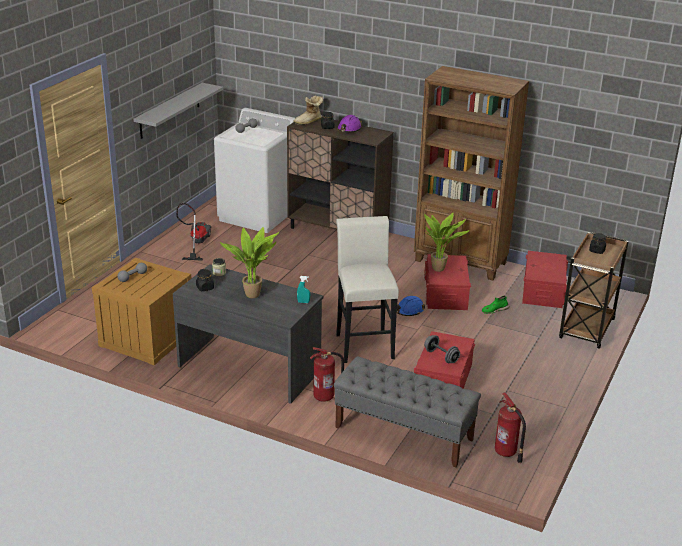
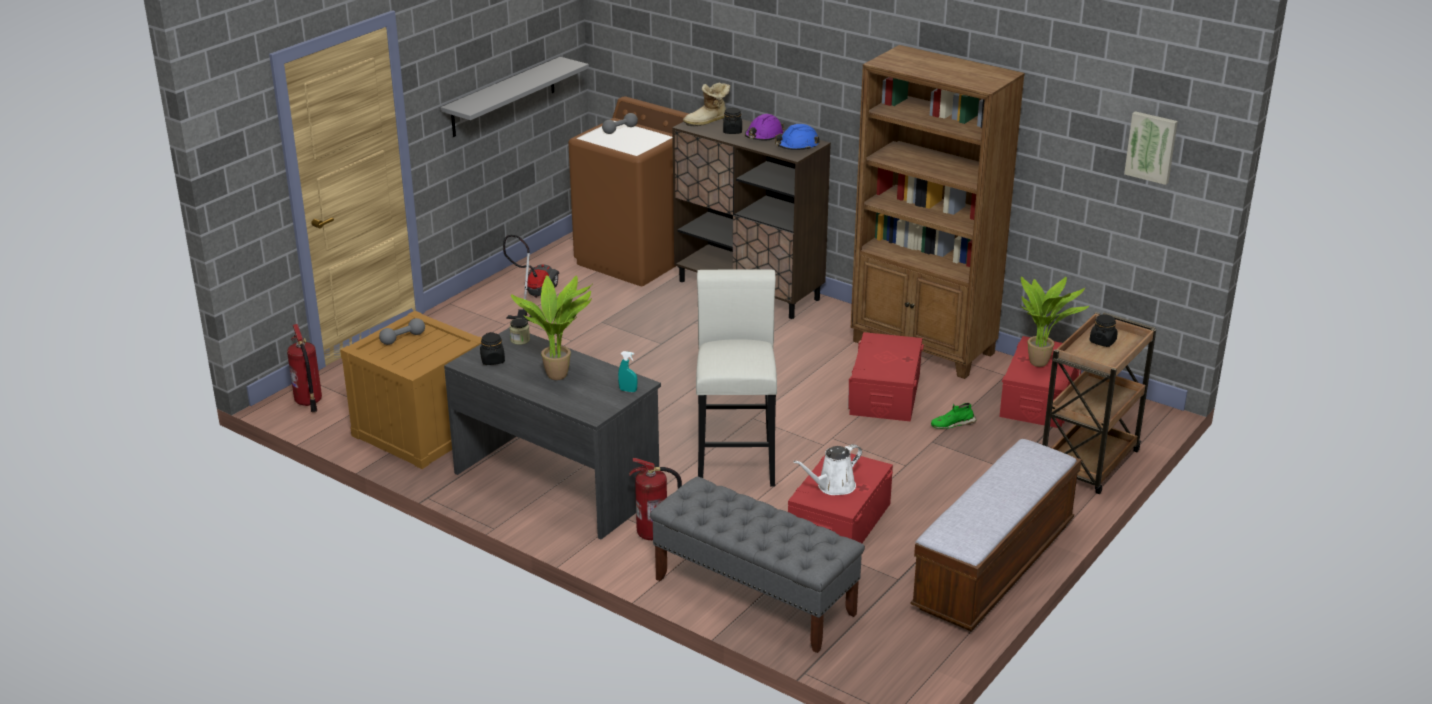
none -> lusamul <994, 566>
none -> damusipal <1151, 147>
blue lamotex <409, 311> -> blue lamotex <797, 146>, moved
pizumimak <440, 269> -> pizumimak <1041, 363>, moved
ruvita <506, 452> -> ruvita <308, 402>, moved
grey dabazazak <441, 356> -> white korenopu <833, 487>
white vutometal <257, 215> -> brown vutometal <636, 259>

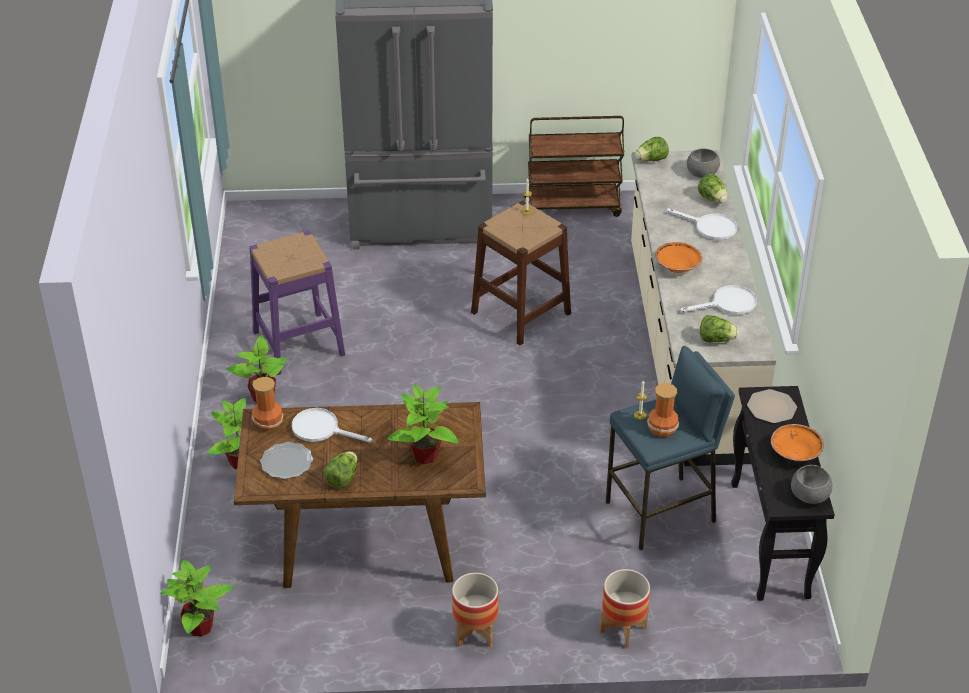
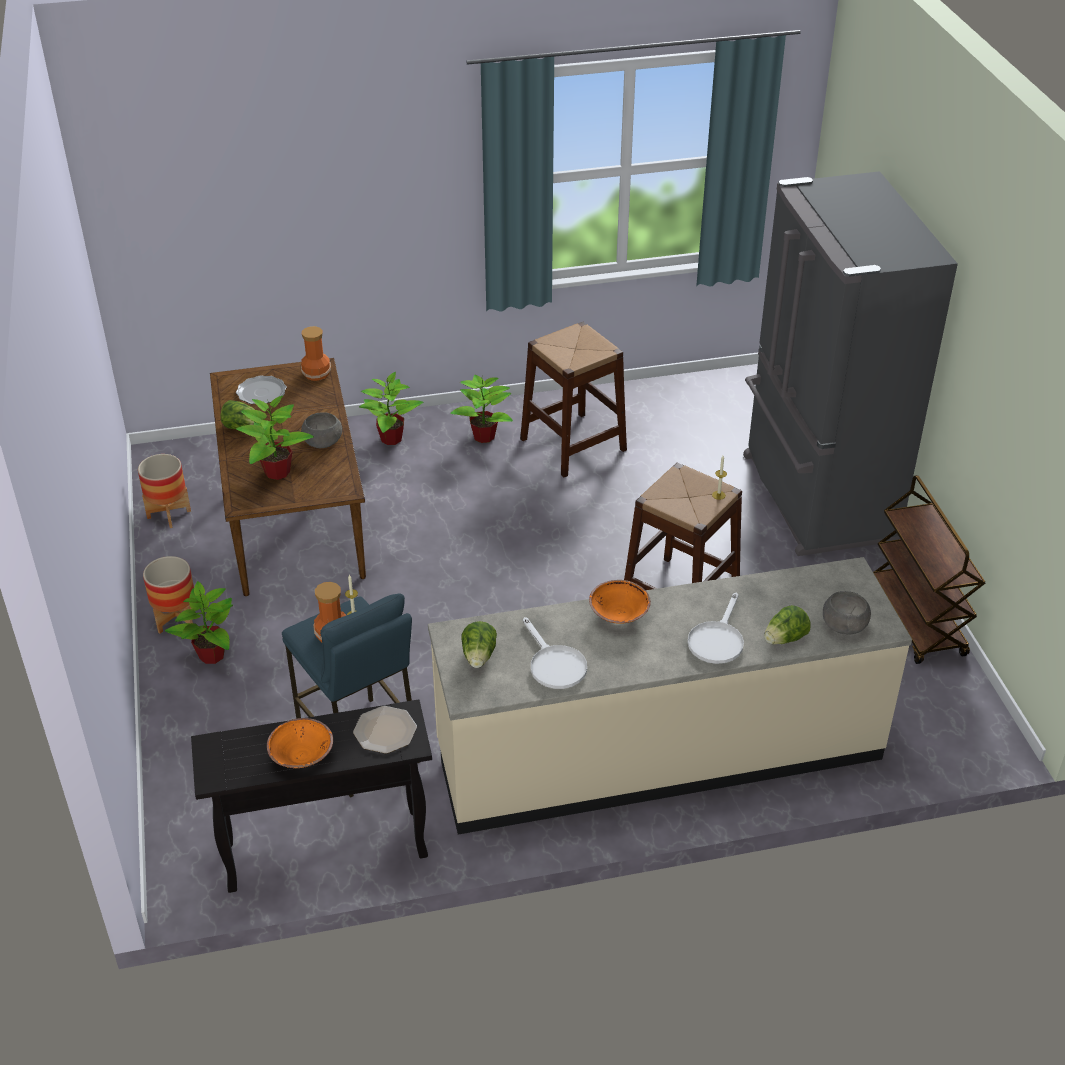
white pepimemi <322, 429> -> none
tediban <651, 160> -> none
pizumimak <200, 627> -> pizumimak <211, 656>, moved
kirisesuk <623, 629> -> kirisesuk <169, 514>, moved
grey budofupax <809, 494> -> grey budofupax <323, 441>, moved
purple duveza <299, 343> -> brown duveza <573, 444>

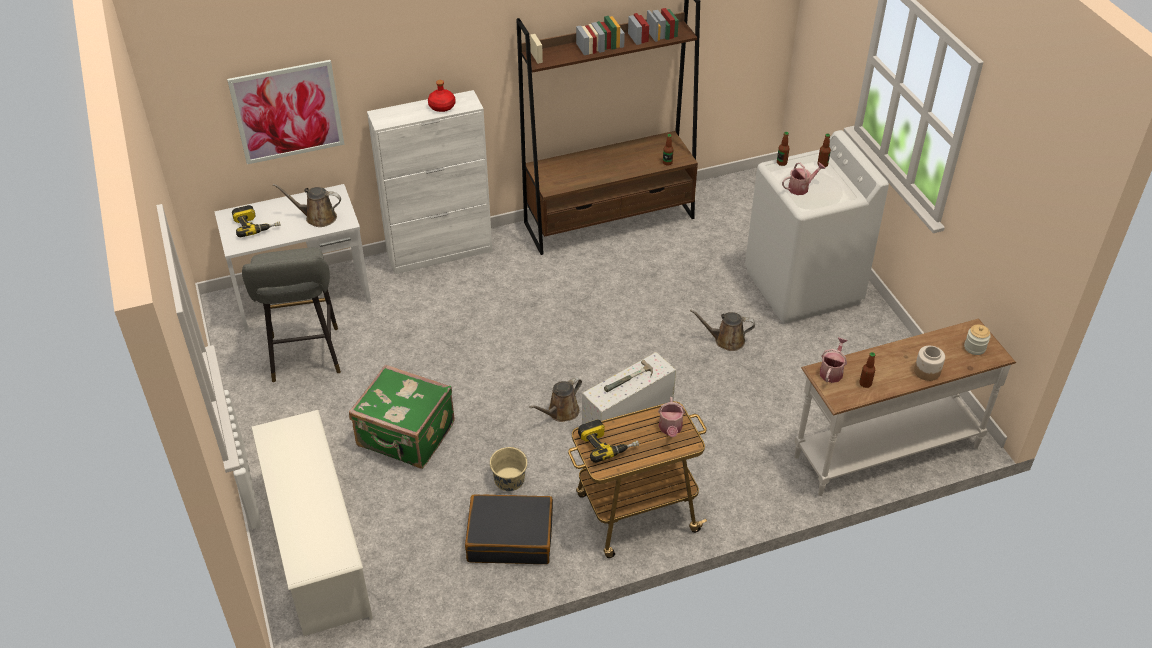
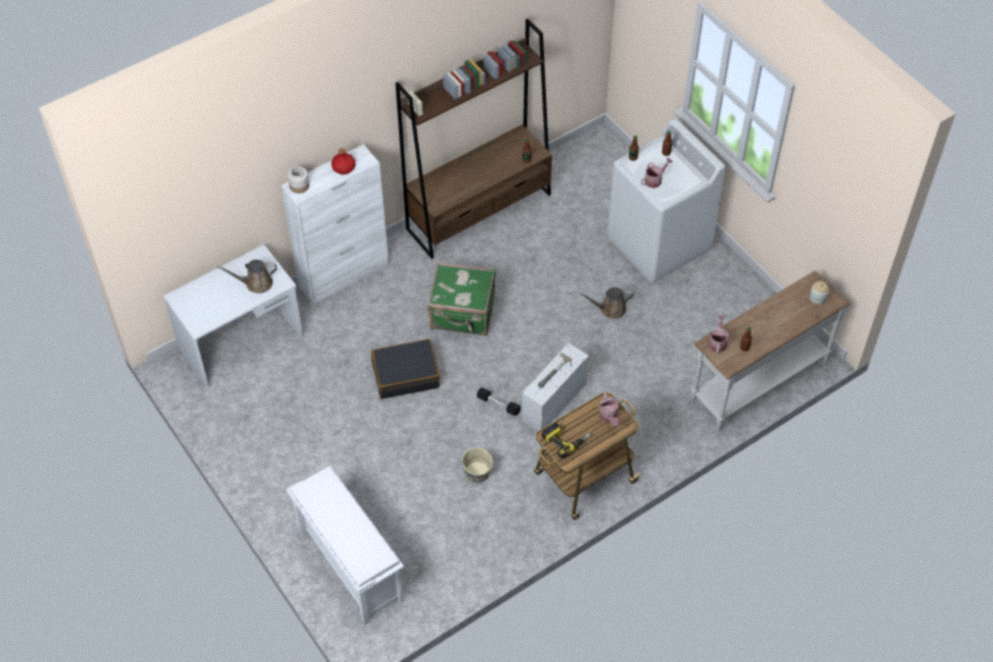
damusipal <287, 112> -> none
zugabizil <256, 225> -> none
grey duveza <305, 358> -> none
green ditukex <405, 436> -> green ditukex <463, 313>, moved
black ditukex <510, 537> -> black ditukex <405, 374>, moved
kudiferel <927, 371> -> kudiferel <299, 186>, moved
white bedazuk <318, 549> -> white lusamul <349, 565>
brown korenopu <561, 412> -> black dabazazak <498, 404>

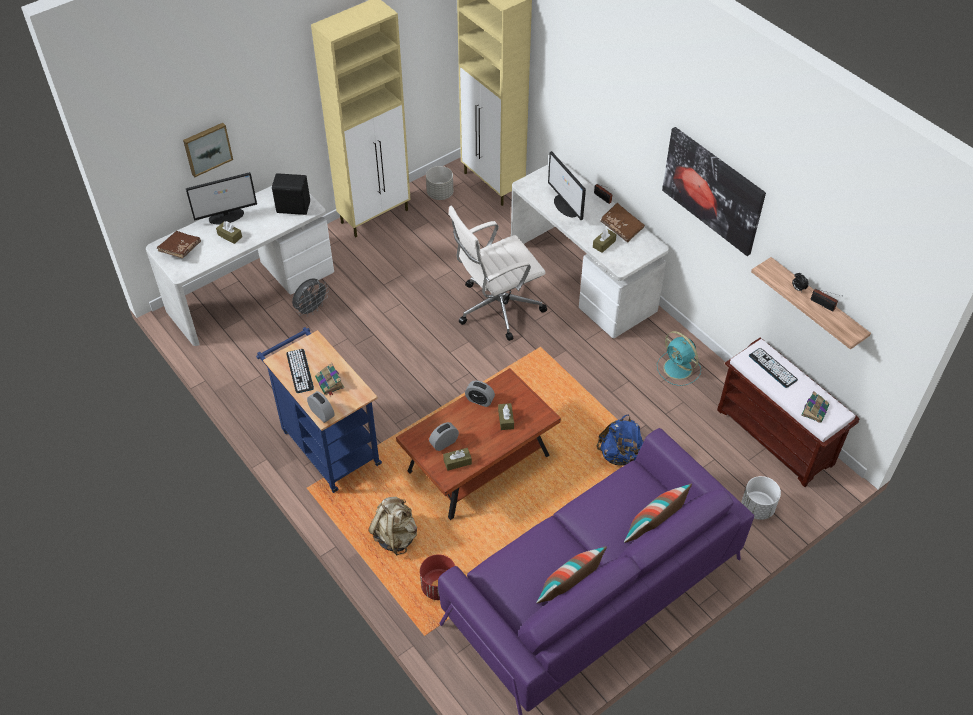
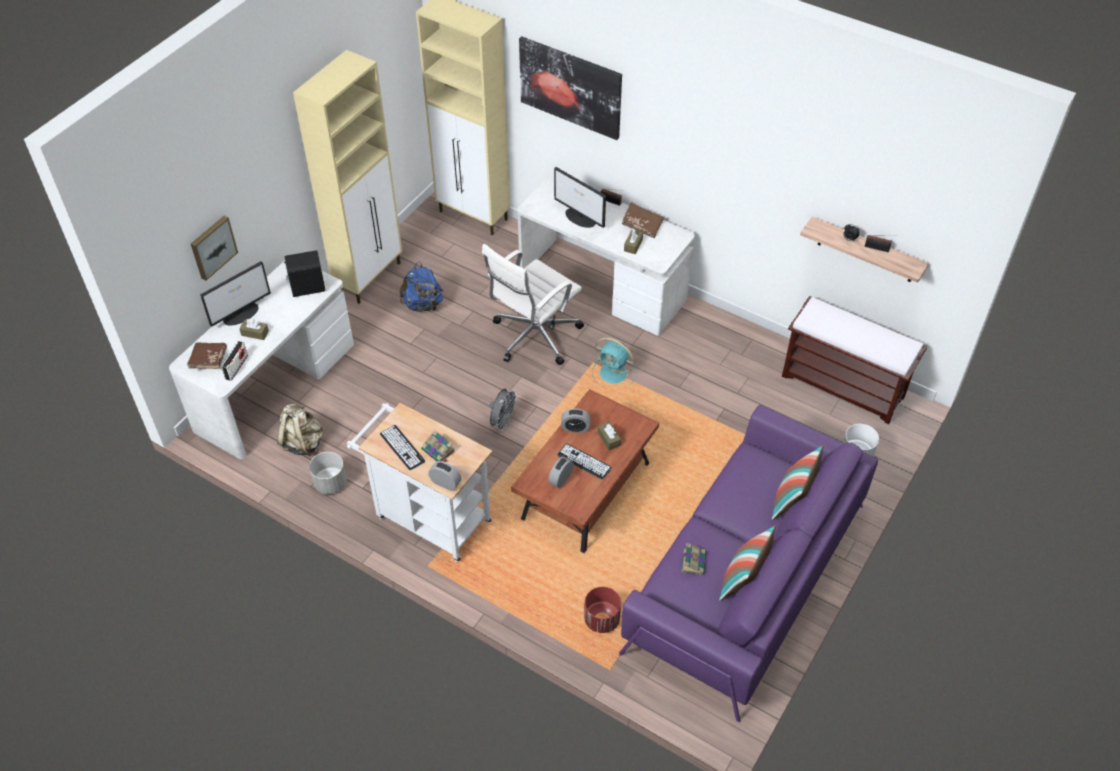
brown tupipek <457, 462> -> none
none -> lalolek <236, 367>
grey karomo <311, 309> -> grey karomo <503, 422>, moved
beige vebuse <395, 536> -> beige vebuse <303, 443>, moved
grey kirisesuk <440, 194> -> grey kirisesuk <330, 483>, moved
blue vebuse <620, 456> -> blue vebuse <423, 304>, moved
turquoise karomo <679, 369> -> turquoise karomo <614, 374>, moved
damusipal <713, 190> -> damusipal <570, 87>, moved
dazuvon <772, 368> -> dazuvon <584, 461>, moved
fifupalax <815, 410> -> fifupalax <693, 562>, moved
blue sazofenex <327, 444> -> white sazofenex <428, 517>

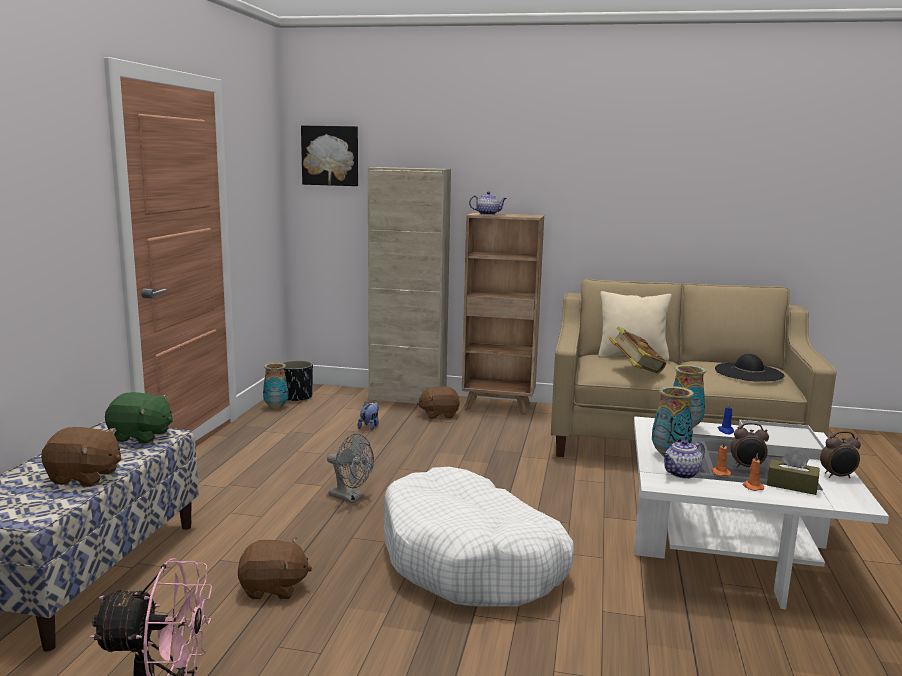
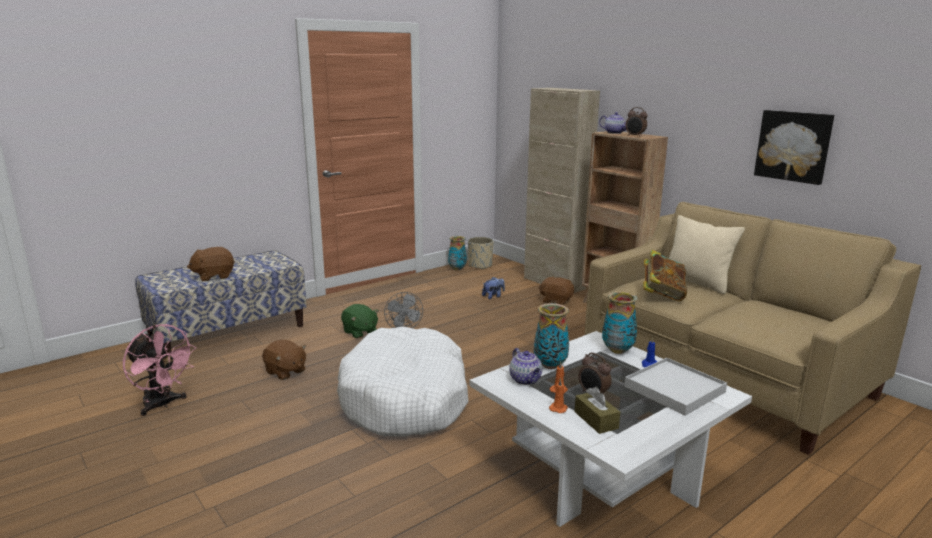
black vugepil <749, 372> -> none
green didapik <141, 436> -> green didapik <360, 332>, moved
damusipal <330, 155> -> damusipal <793, 146>, moved
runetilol <837, 476> -> runetilol <635, 136>, moved
black kirisesuk <296, 397> -> beige kirisesuk <480, 265>
brown didapik <84, 477> -> brown didapik <214, 276>, 105 degrees clockwise
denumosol <681, 474> -> denumosol <526, 380>, 120 degrees counterclockwise

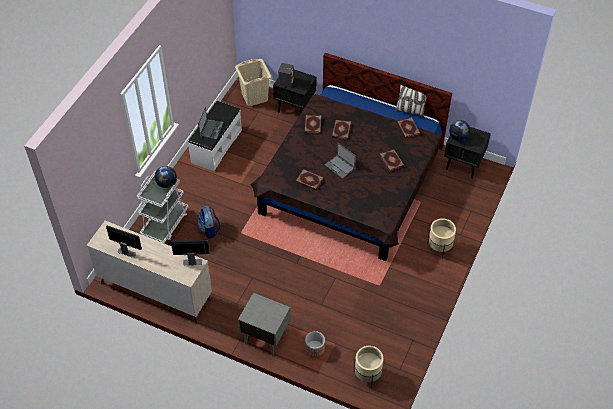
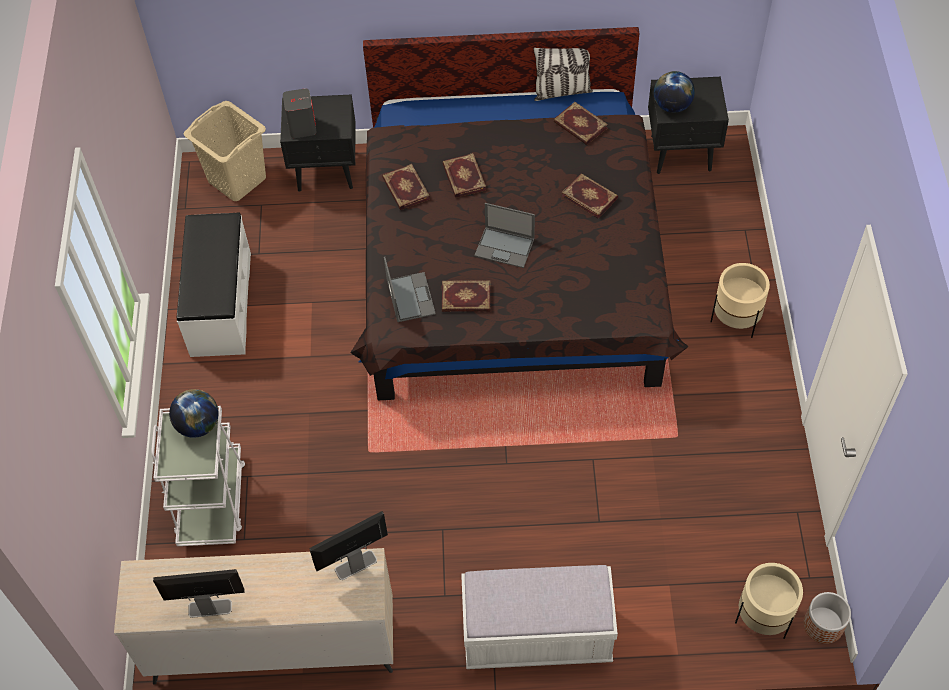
vebuse <209, 229> -> none
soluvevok <211, 129> -> soluvevok <410, 297>, moved
kirisesuk <314, 348> -> kirisesuk <823, 625>, moved
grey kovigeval <265, 337> -> white lusamul <537, 636>

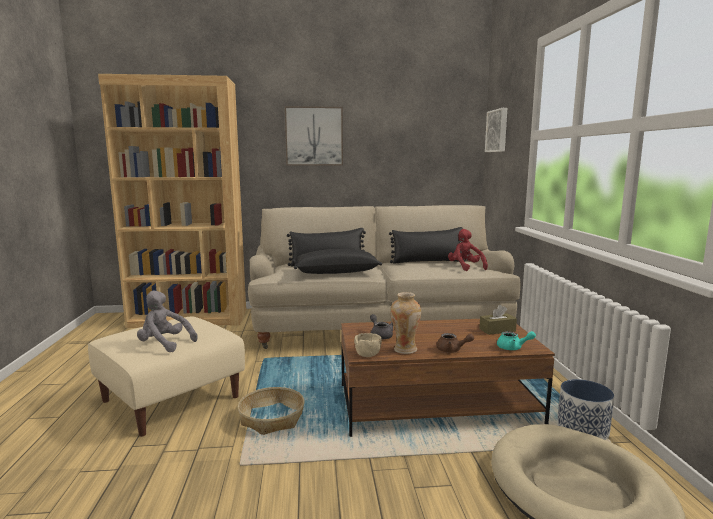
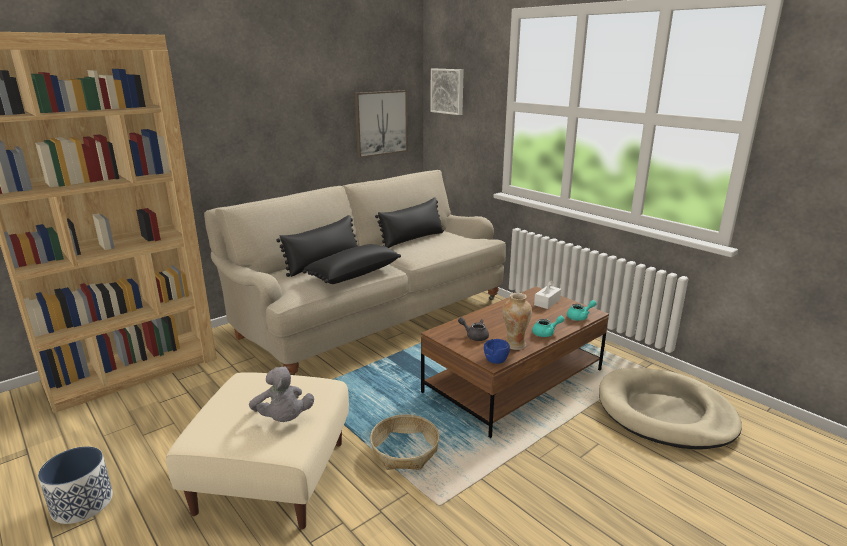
red didapik <465, 267> -> none
damusipal <314, 136> -> damusipal <381, 123>, moved
kirisesuk <583, 430> -> kirisesuk <83, 504>, moved
beige budofupax <367, 354> -> blue budofupax <496, 360>
brown denumosol <452, 350> -> turquoise denumosol <546, 333>
brown tupipek <497, 330> -> white tupipek <547, 302>
grey didapik <164, 344> -> grey didapik <283, 419>, 105 degrees counterclockwise

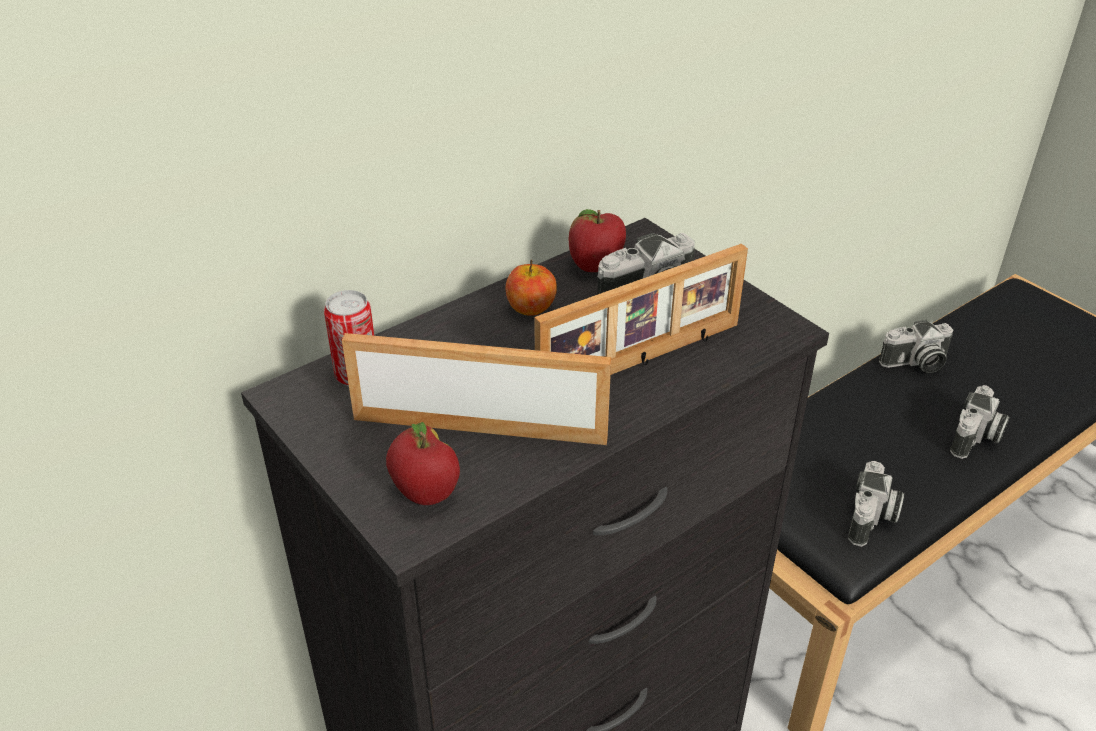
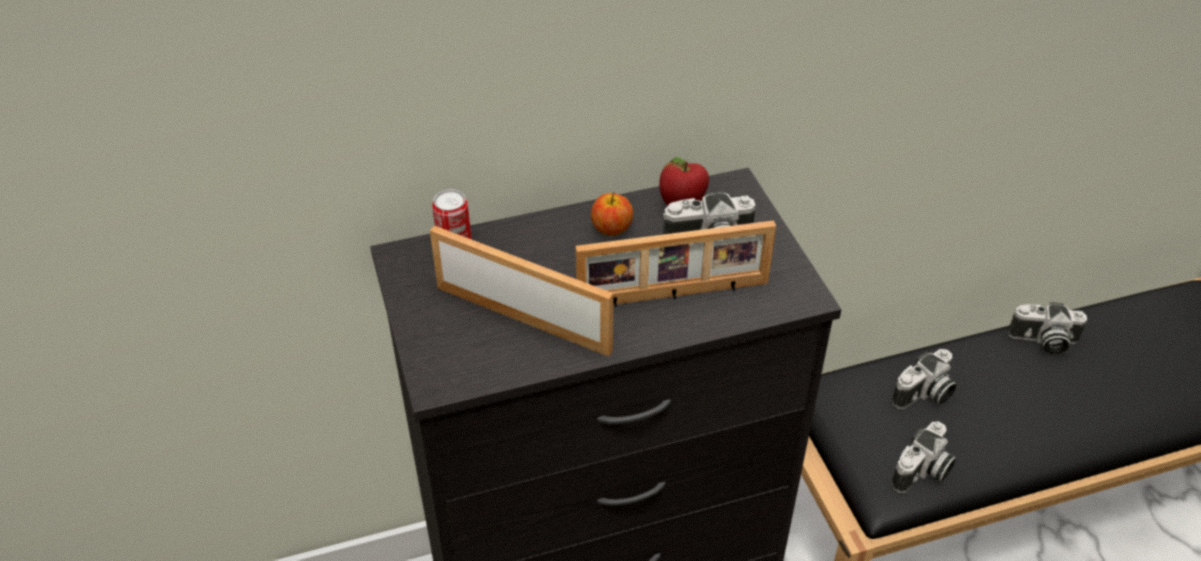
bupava <425, 494> -> none
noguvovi <976, 438> -> noguvovi <924, 395>, moved

